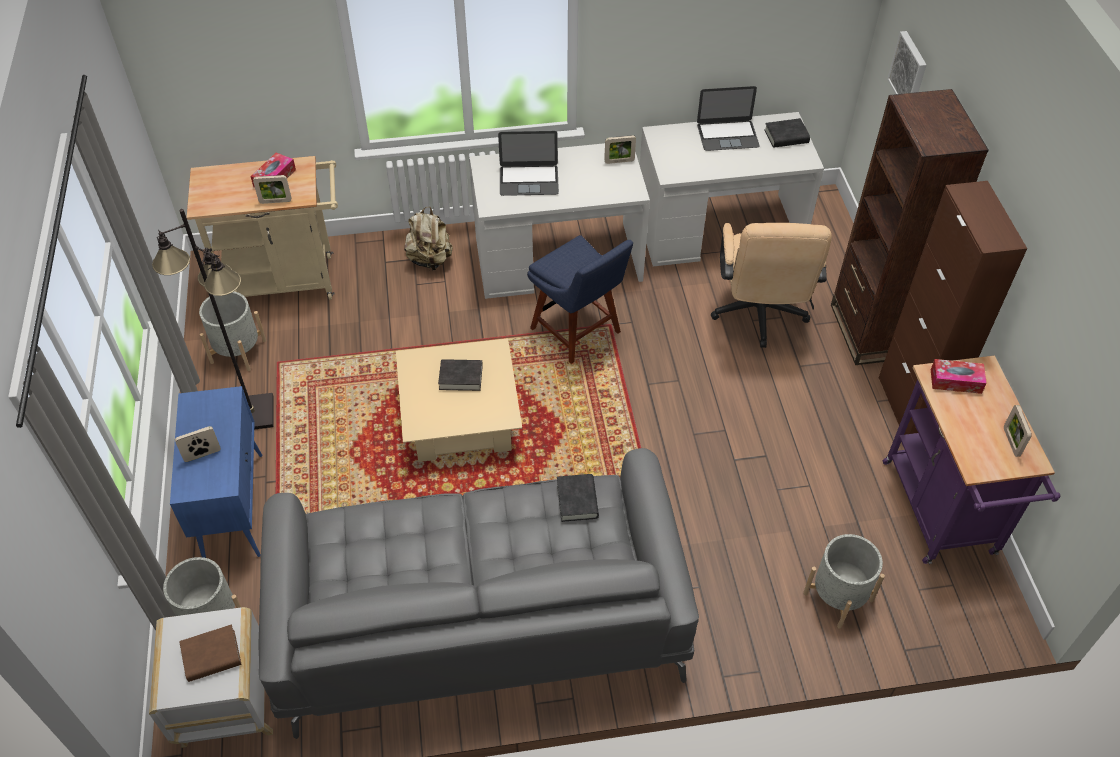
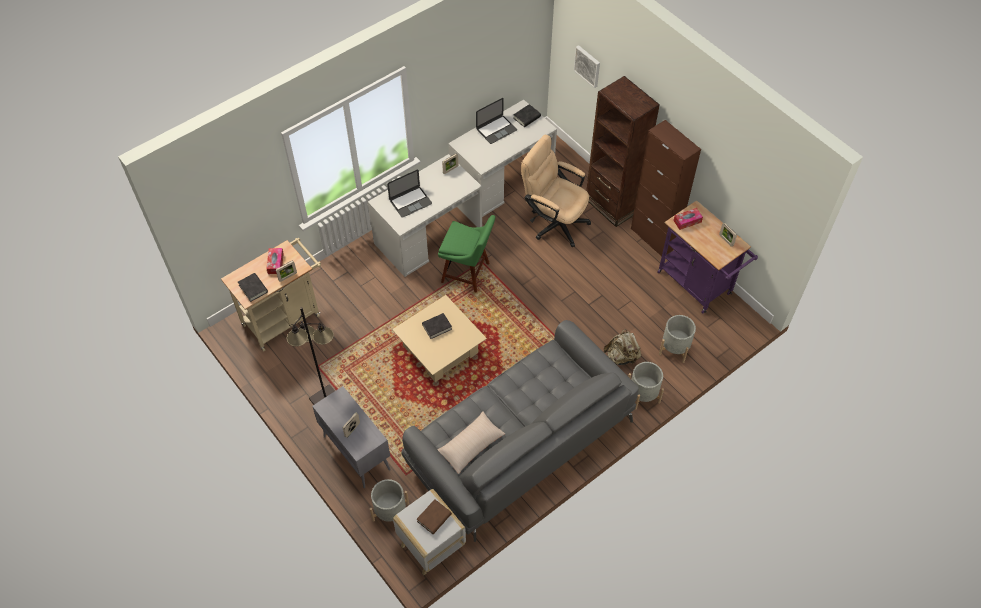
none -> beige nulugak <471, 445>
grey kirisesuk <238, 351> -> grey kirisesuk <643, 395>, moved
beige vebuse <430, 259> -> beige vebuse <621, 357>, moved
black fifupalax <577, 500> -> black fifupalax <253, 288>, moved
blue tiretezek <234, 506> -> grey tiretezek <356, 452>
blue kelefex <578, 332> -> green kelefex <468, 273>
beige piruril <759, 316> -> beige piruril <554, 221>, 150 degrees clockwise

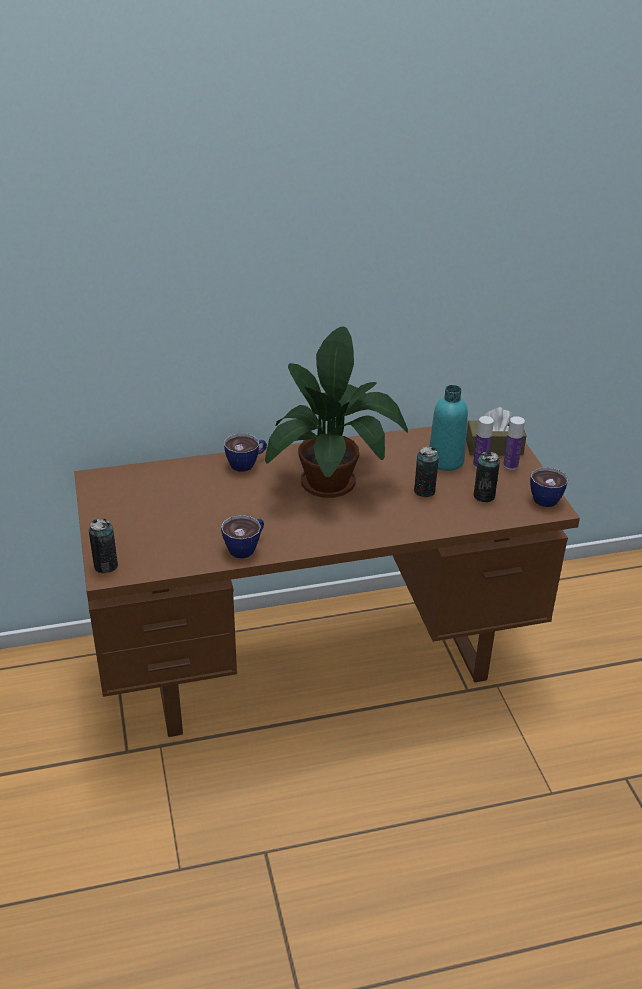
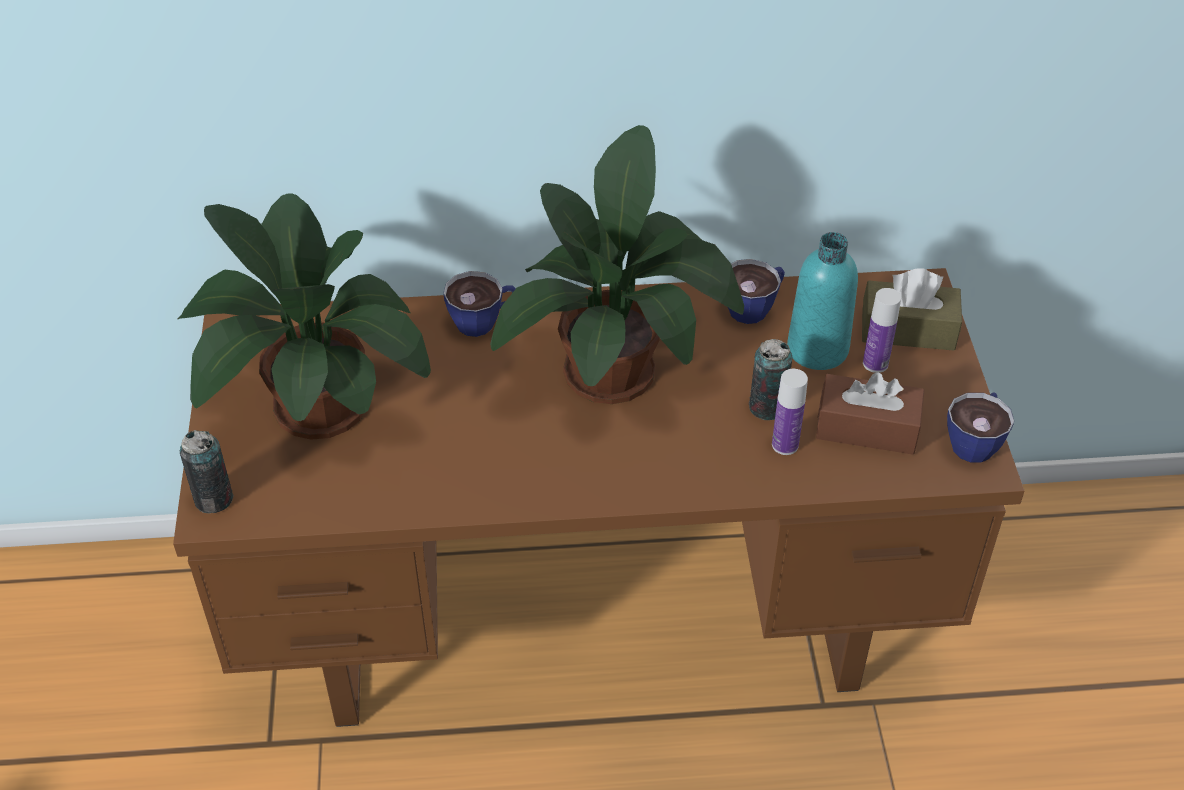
none -> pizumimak <312, 402>
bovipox <246, 547> -> bovipox <754, 307>, moved
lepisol <510, 465> -> lepisol <785, 445>, moved
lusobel <484, 496> -> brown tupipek <867, 428>

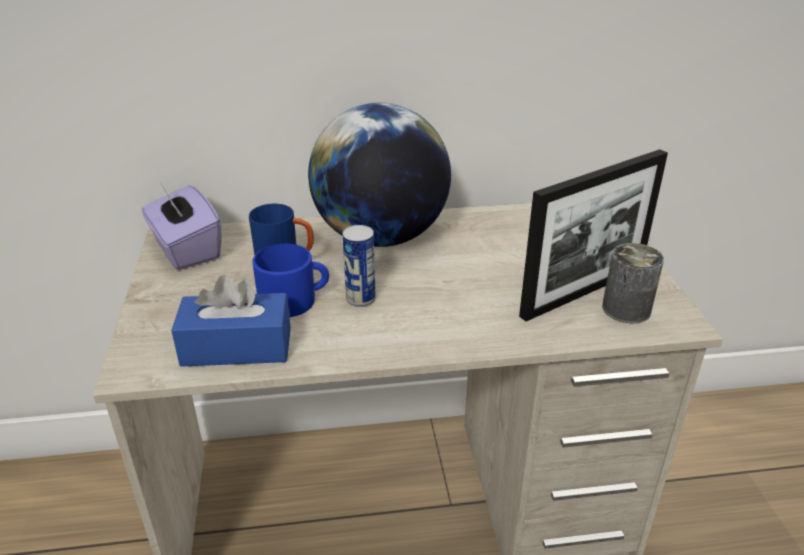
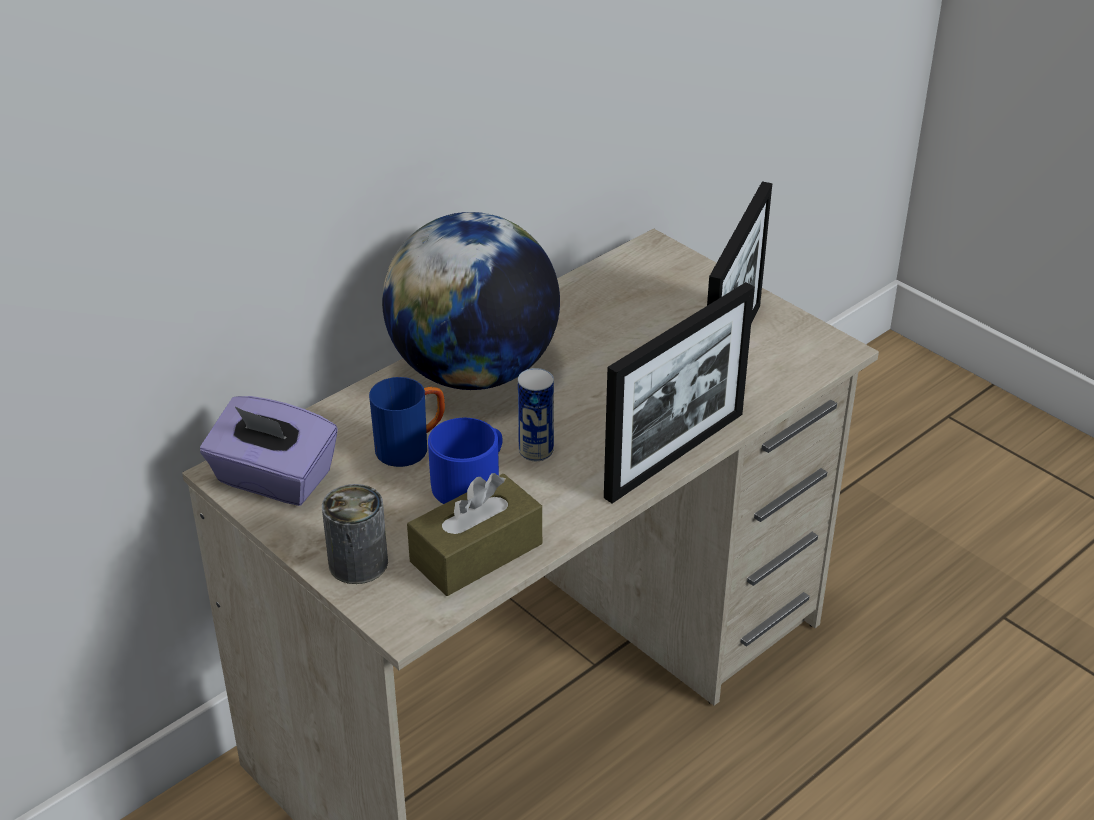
none -> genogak <675, 455>
lusobel <626, 309> -> lusobel <358, 563>, moved
blue tupipek <237, 347> -> brown tupipek <476, 553>

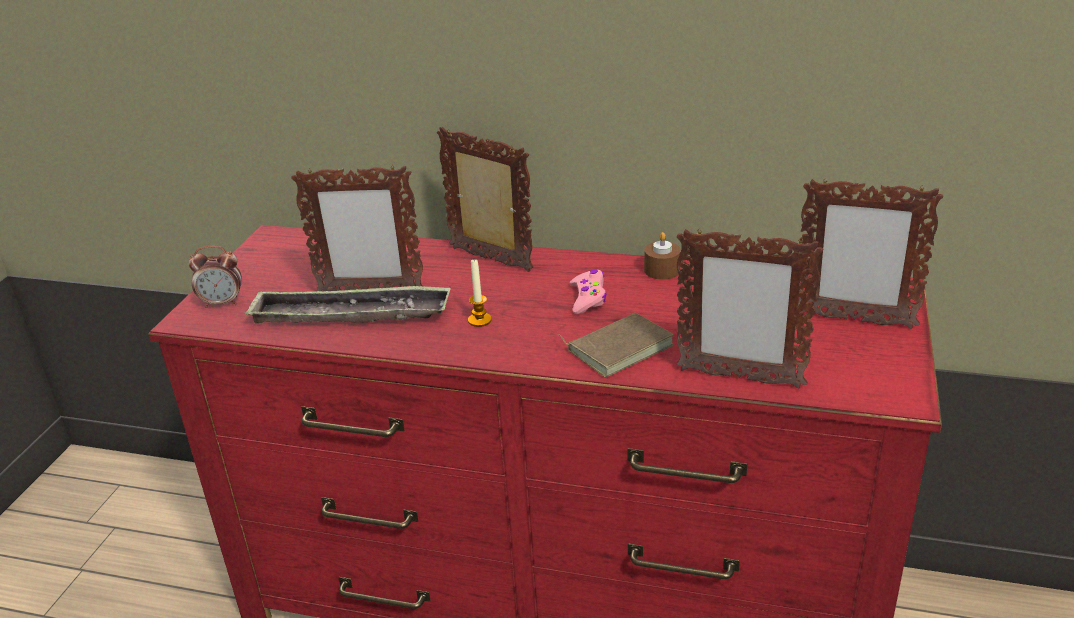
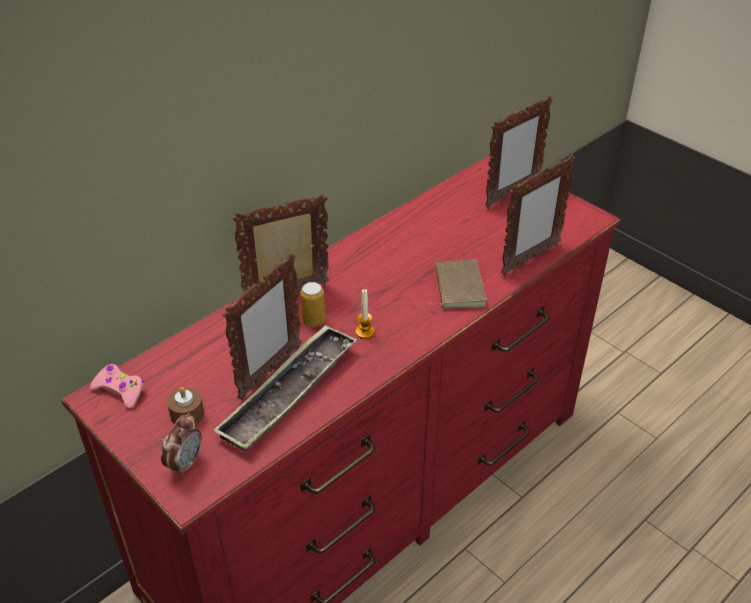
none -> lusobel <313, 321>
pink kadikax <588, 298> -> pink kadikax <120, 390>, moved
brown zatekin <662, 270> -> brown zatekin <187, 414>, moved

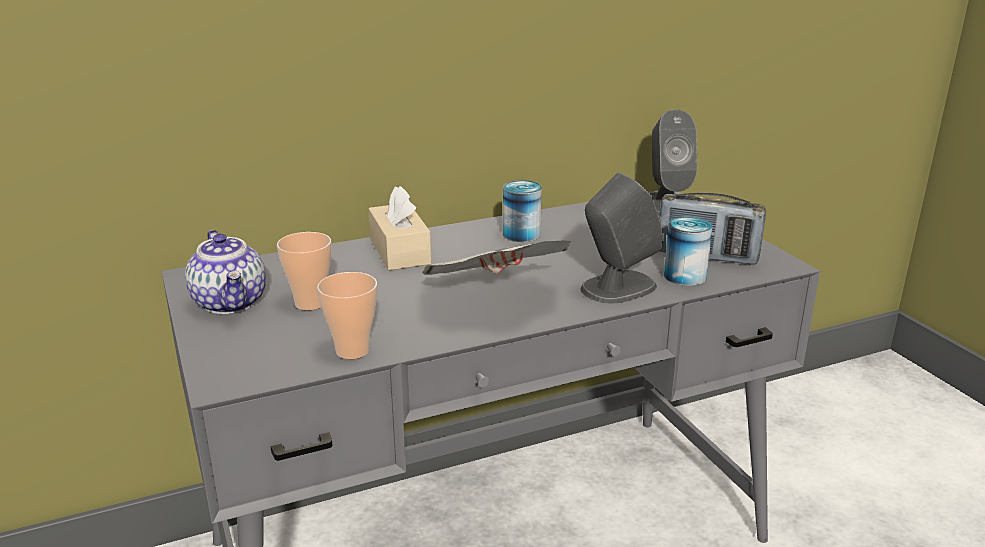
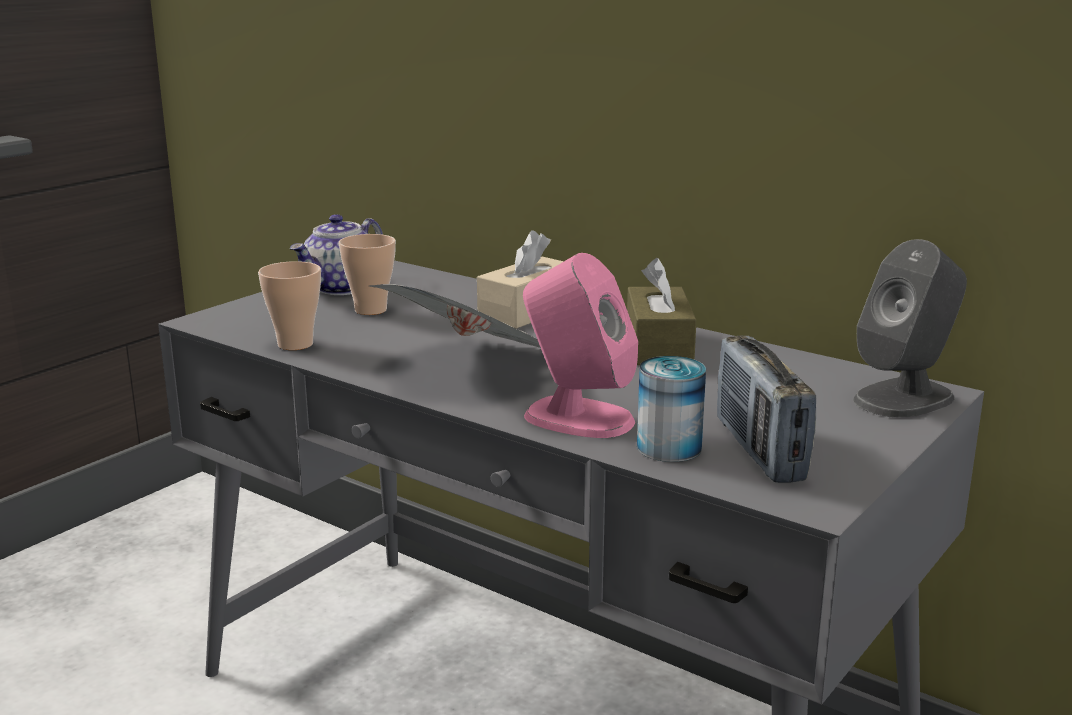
lusobel <521, 234> -> brown tupipek <658, 346>
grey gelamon <617, 288> -> pink gelamon <577, 418>

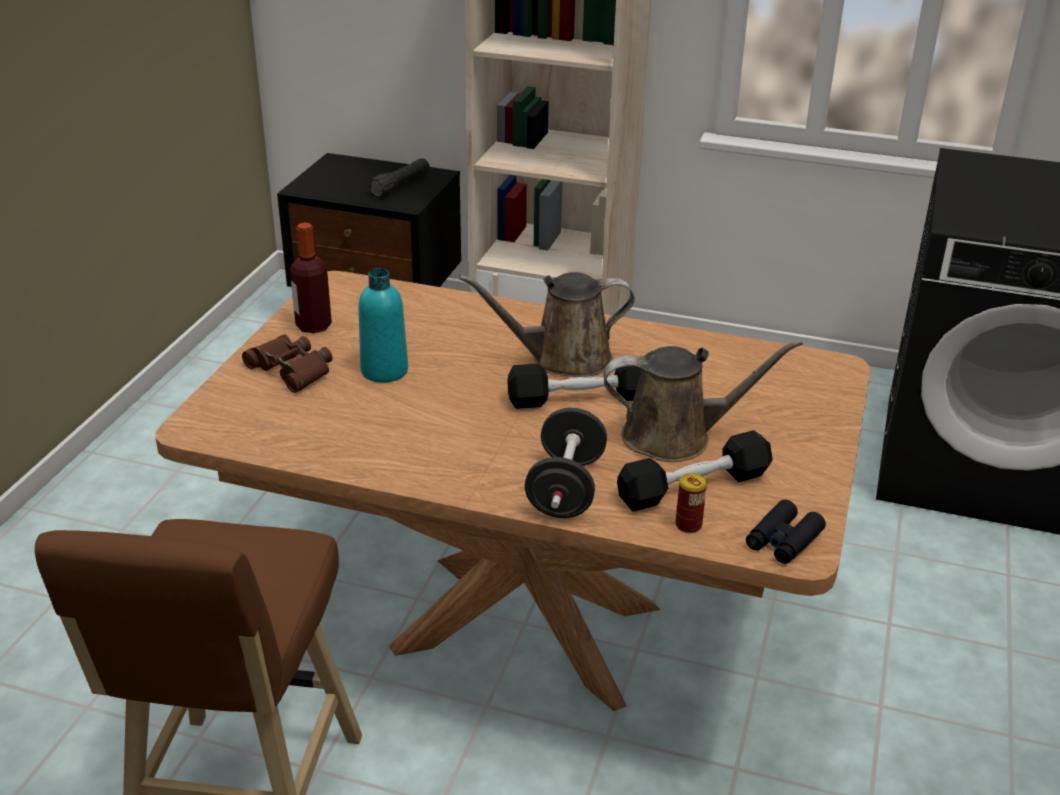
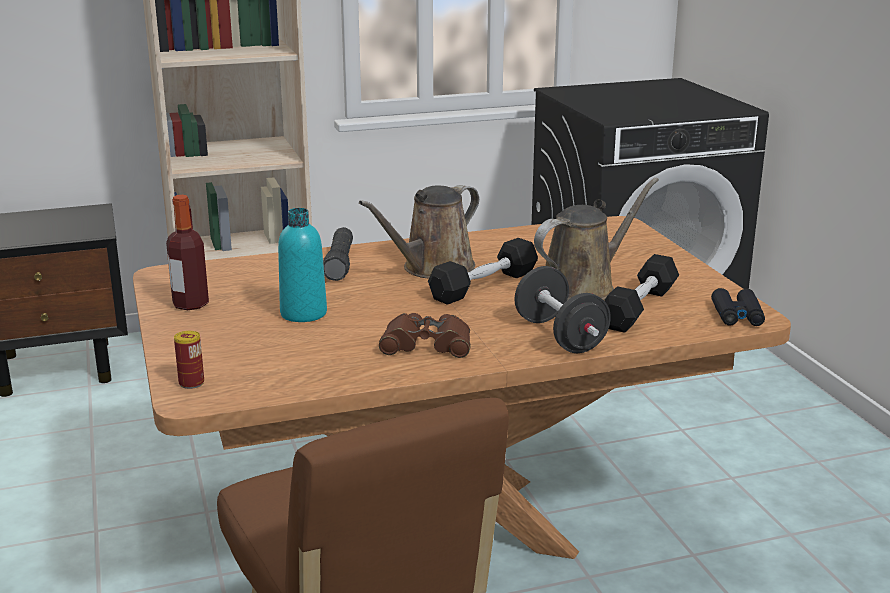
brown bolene <291, 370> -> brown bolene <427, 344>, moved
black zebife <401, 186> -> black zebife <339, 264>, moved
lusobel <688, 525> -> lusobel <191, 383>, moved

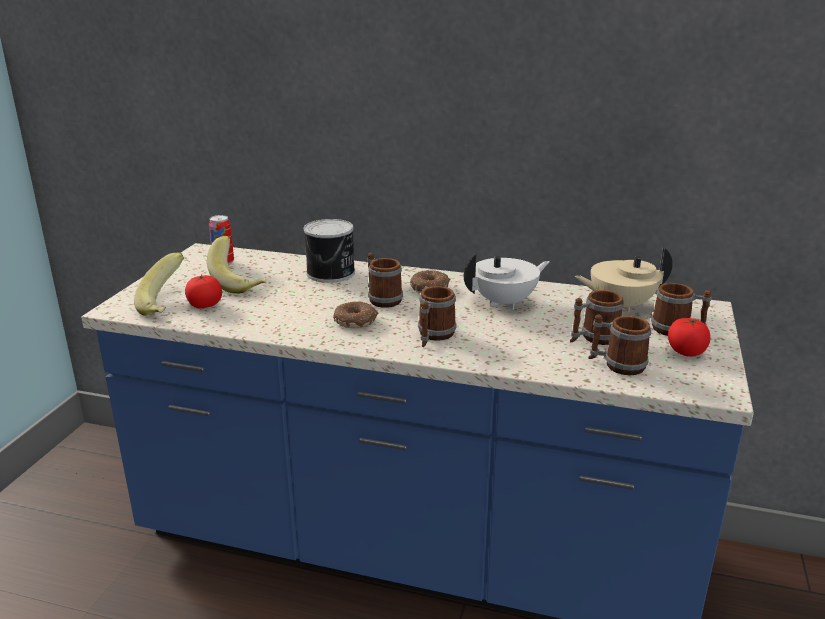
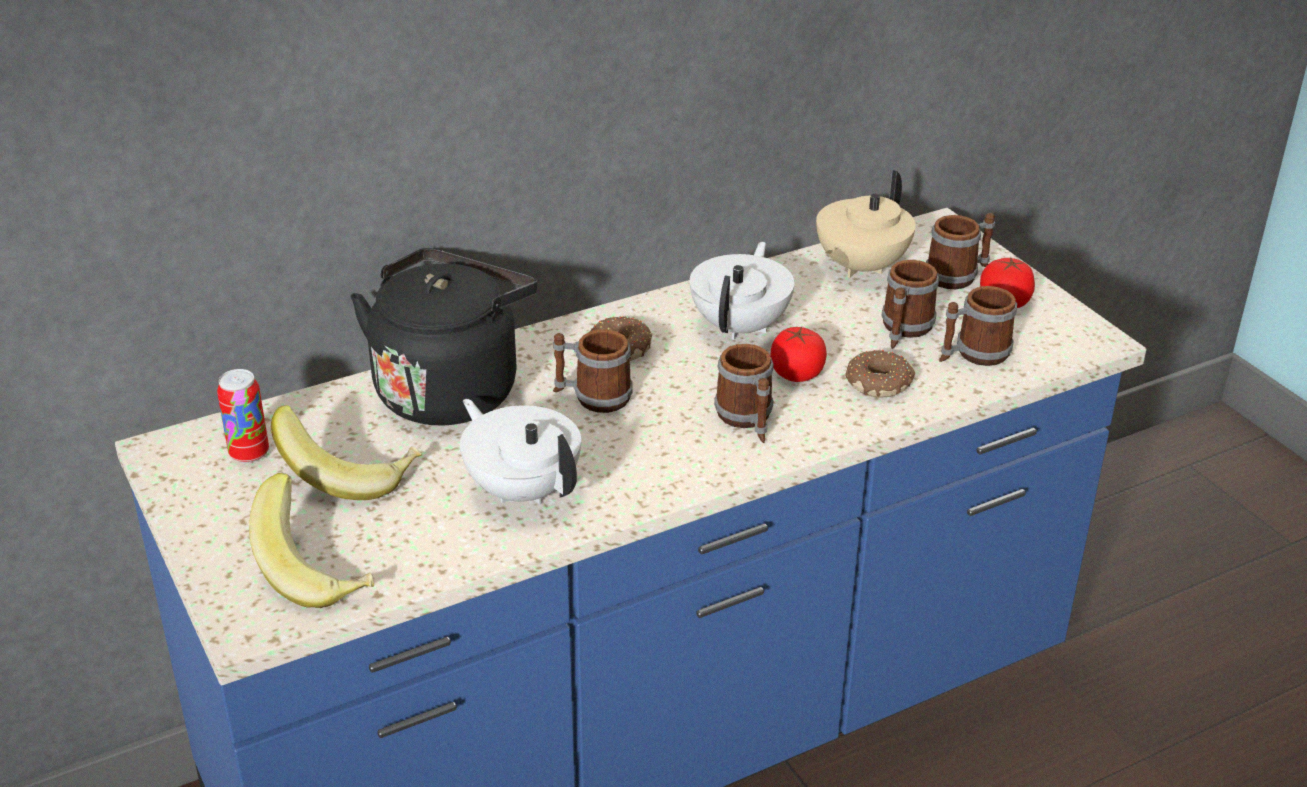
none -> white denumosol <523, 489>
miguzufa <205, 305> -> miguzufa <797, 374>, moved
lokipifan <356, 321> -> lokipifan <879, 382>, moved
lusobel <332, 273> -> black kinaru <450, 389>

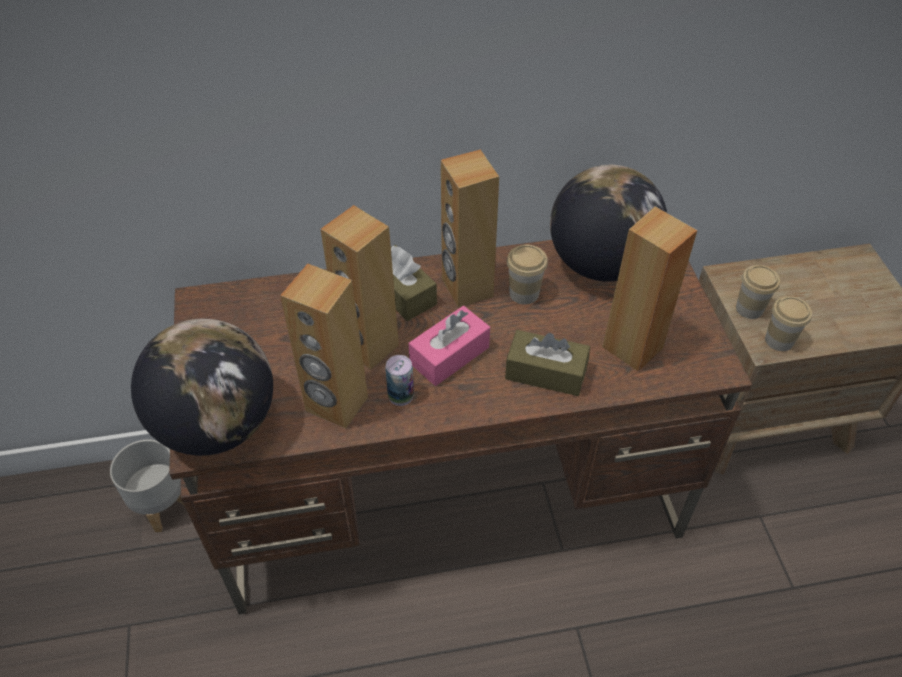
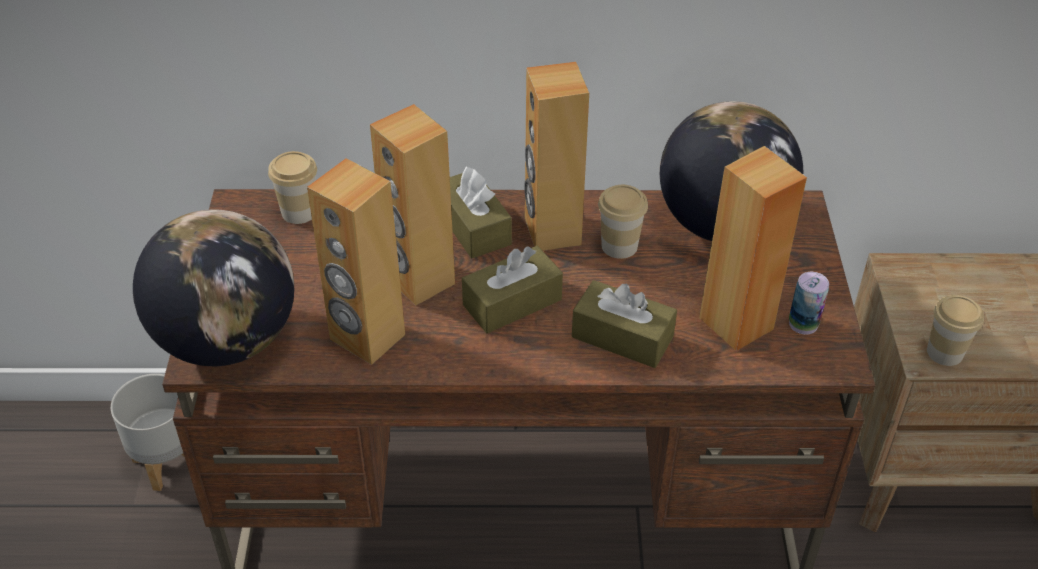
lusobel <401, 396> -> lusobel <803, 324>, moved
bovipox <749, 309> -> bovipox <299, 212>, moved
pink tupipek <449, 355> -> brown tupipek <512, 302>

